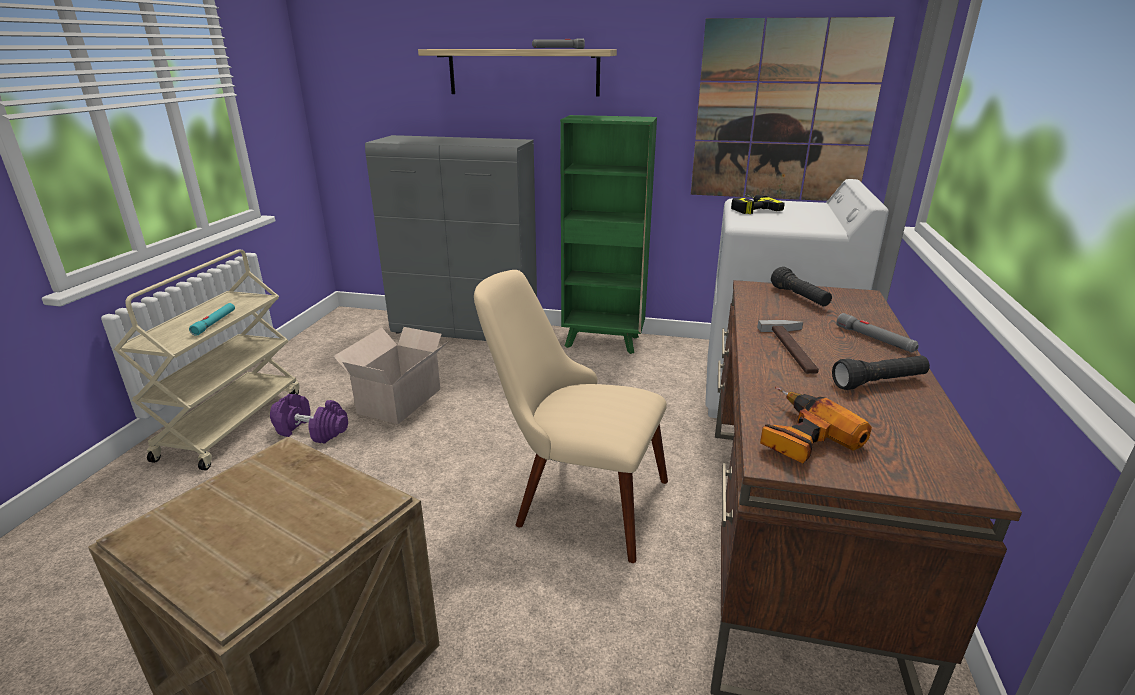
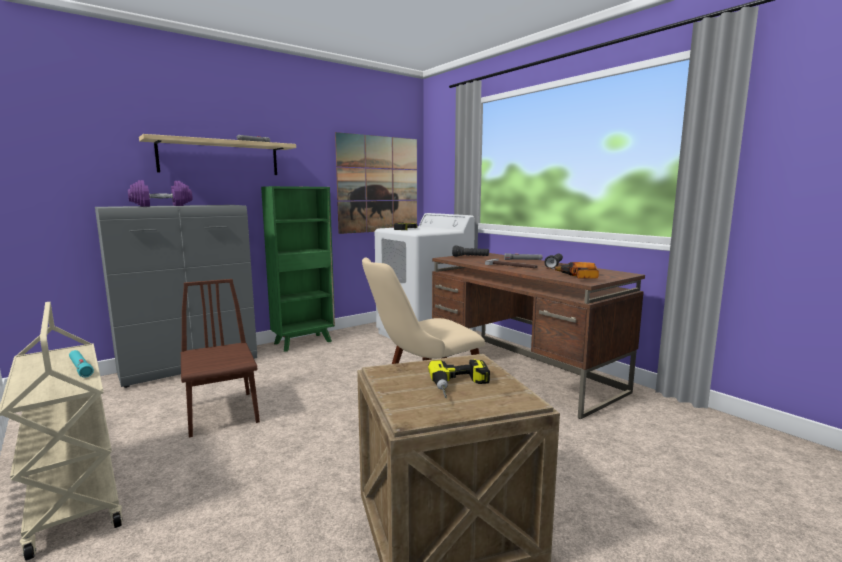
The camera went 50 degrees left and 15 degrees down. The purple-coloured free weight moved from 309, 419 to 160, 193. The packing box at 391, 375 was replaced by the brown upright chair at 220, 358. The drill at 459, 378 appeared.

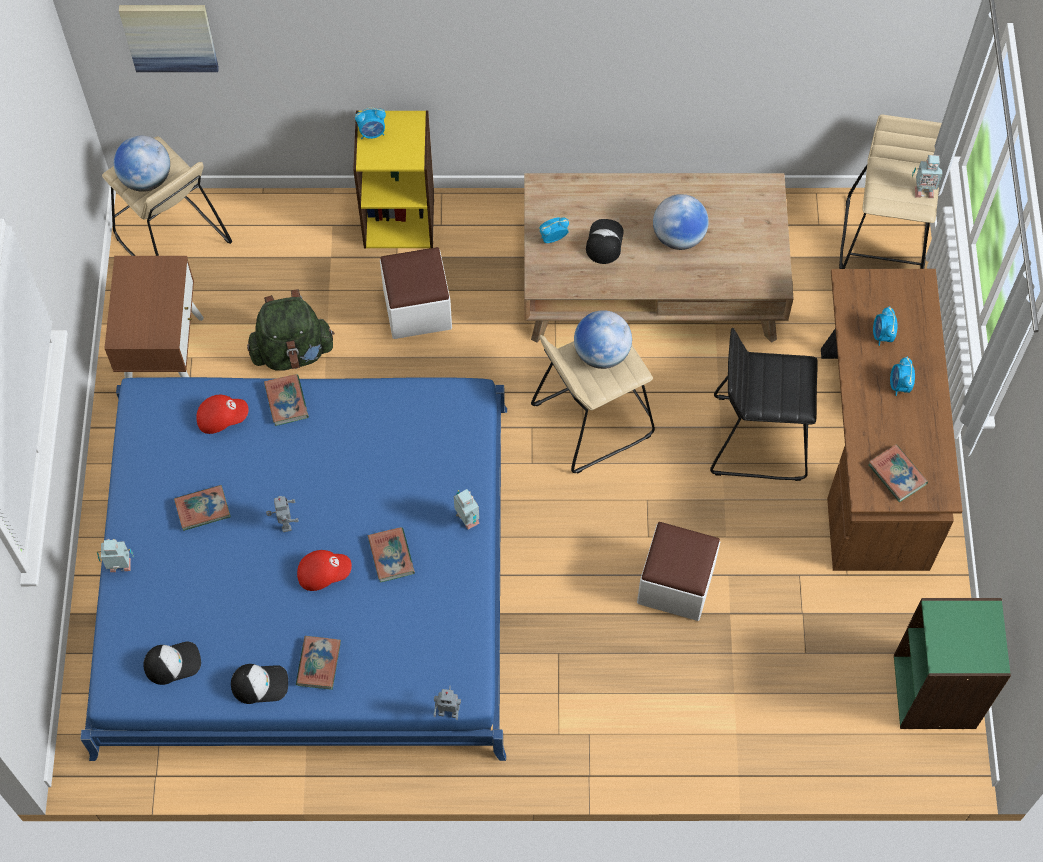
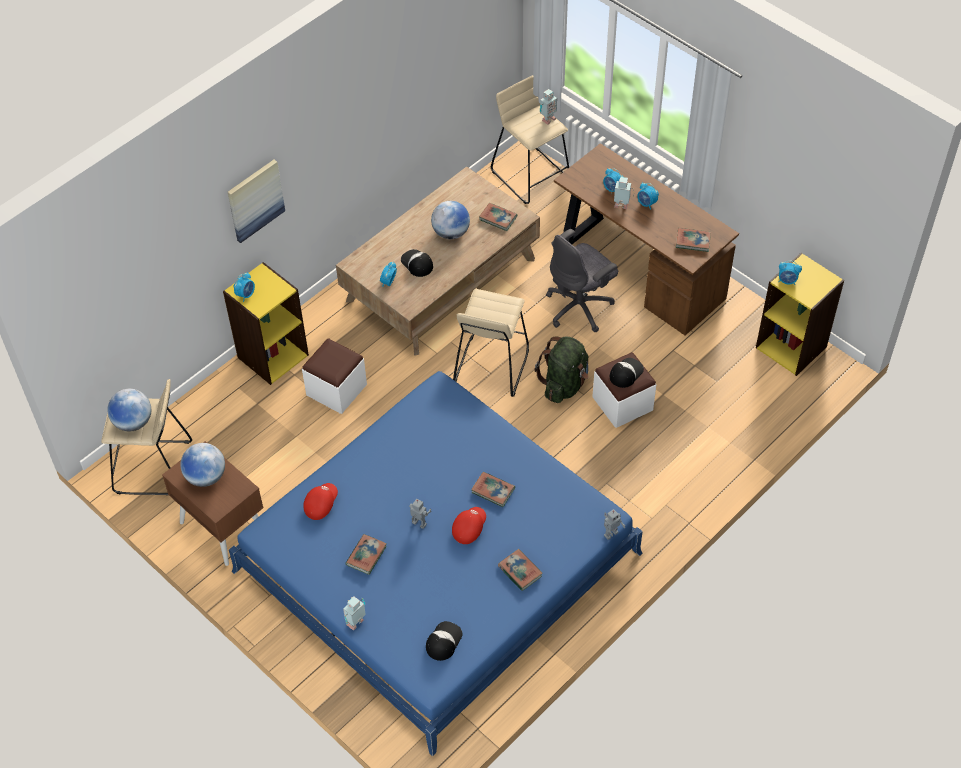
The camera went 45 degrees left and 10 degrees down. The wall art moved from 169, 38 to 256, 201. The cap moved from 259, 684 to 627, 373. The green-coloured knapsack moved from 291, 330 to 562, 369. The bound book moved from 286, 400 to 498, 217. The toy robot moved from 466, 509 to 622, 193. The world globe moved from 603, 339 to 202, 465. The blackish stool seat at 764, 404 was replaced by the greyish desk chair at 582, 280. The green-coloured bookcase at 952, 663 became the yellow-coloured bookcase at 800, 314. The alarm clock at 790, 273 appeared.

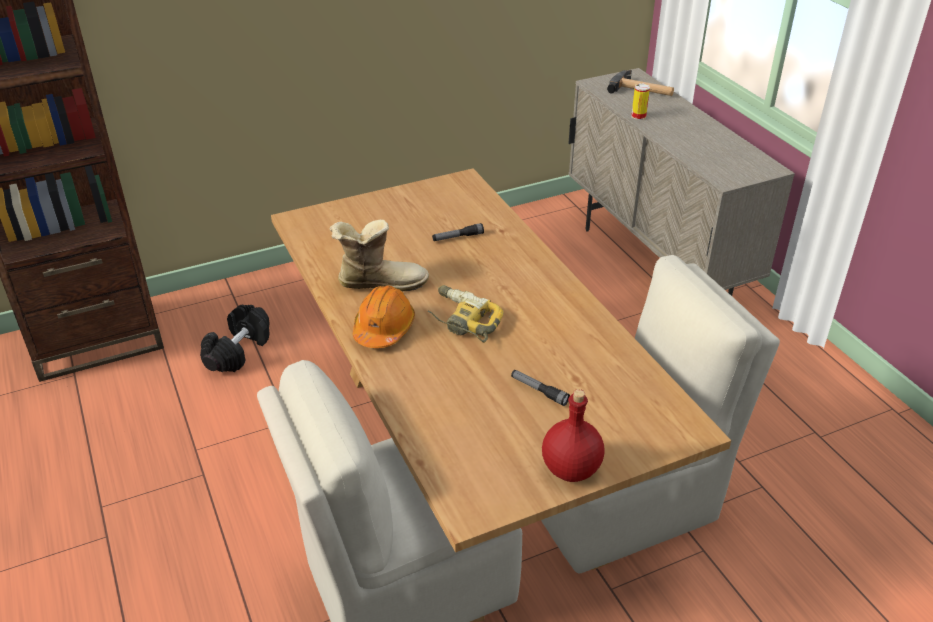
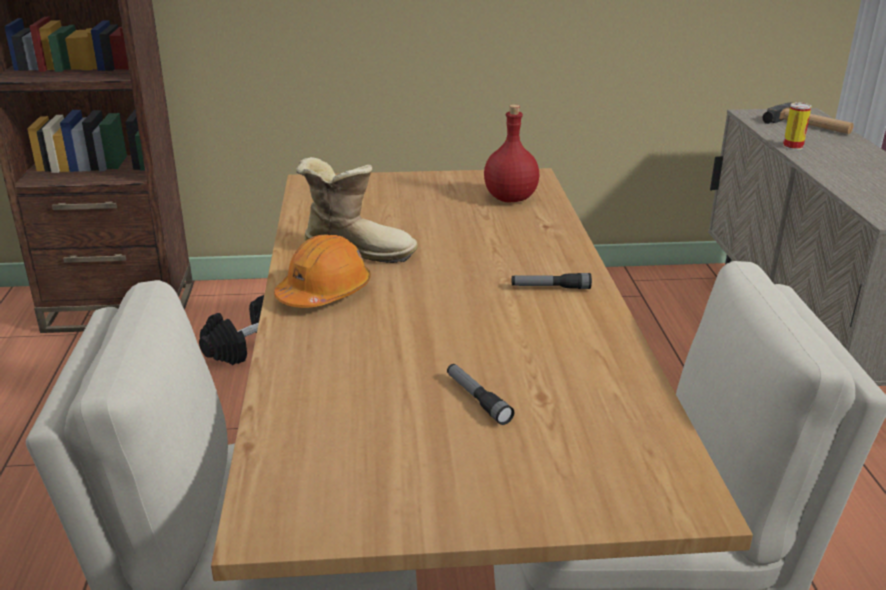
The camera went 20 degrees right and 10 degrees down. The drill at 466, 314 disappeared. The flashlight moved from 458, 232 to 552, 281. The red-coloured beverage bottle moved from 573, 435 to 511, 153.

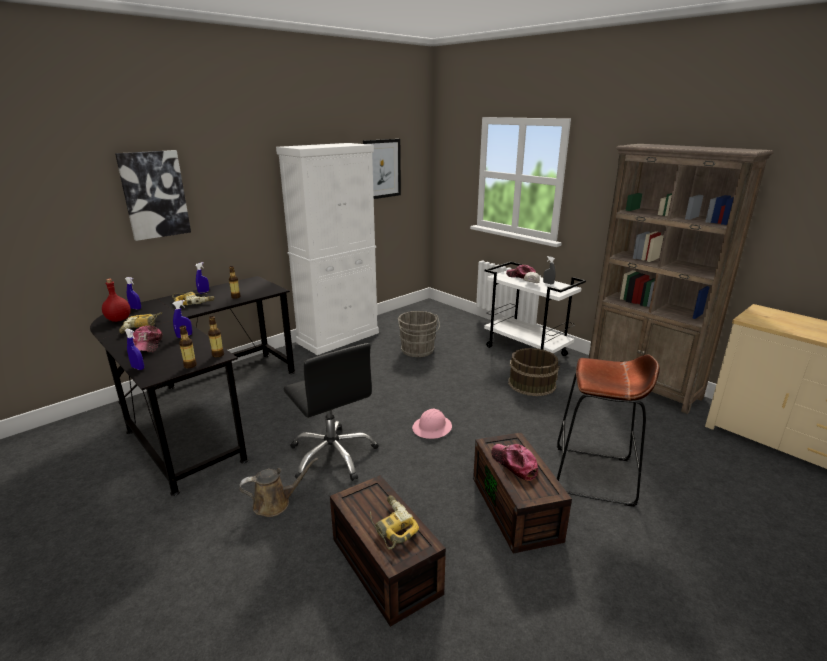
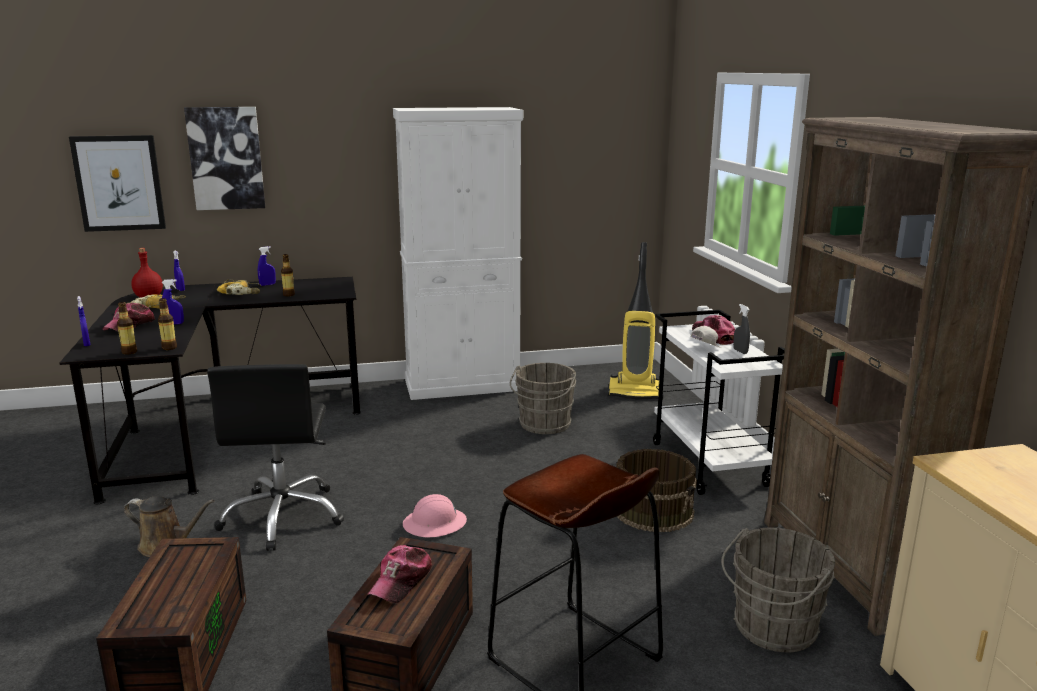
The camera went 30 degrees right and 5 degrees down. The wall art moved from 382, 169 to 117, 183. The drill at 394, 522 disappeared. The cap at 514, 462 turned 150 degrees counterclockwise. The hoover at 636, 321 appeared. The greyish bucket at 778, 590 appeared.

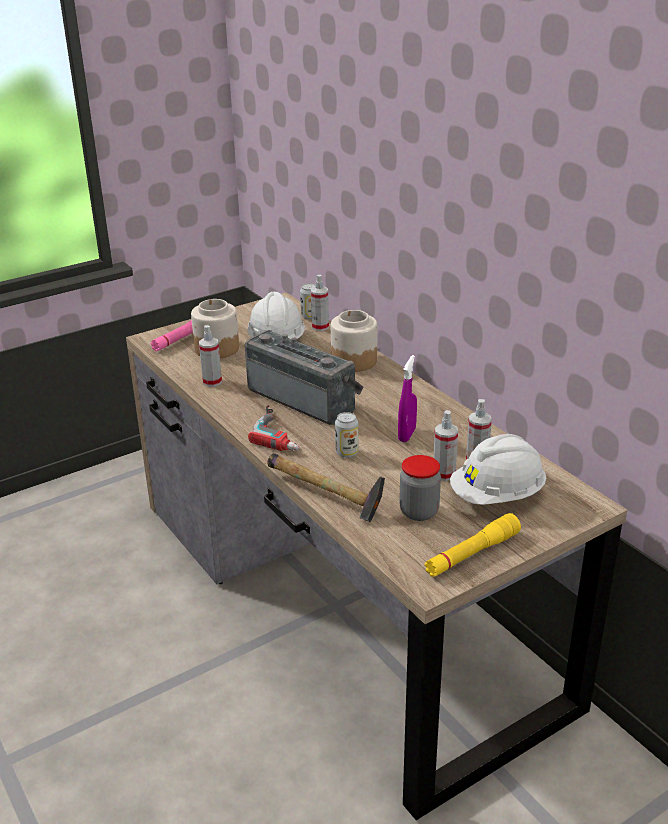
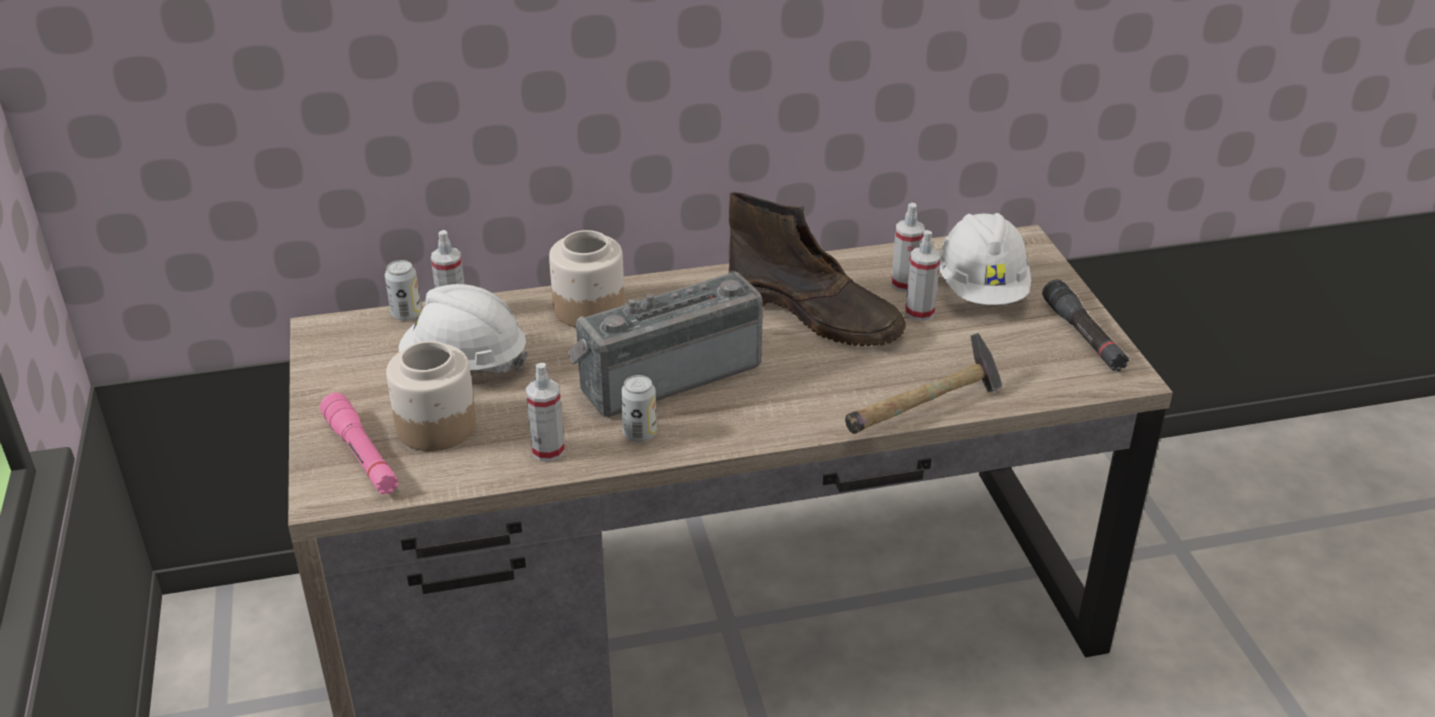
The camera went 70 degrees left and 5 degrees up. The drill at 274, 428 disappeared. The metal can moved from 346, 435 to 639, 408. The purple-coloured sprayer at 407, 398 was replaced by the brown tall boot at 817, 269. The jar at 420, 488 disappeared. The yellow-coloured flashlight at 472, 545 became the blackish flashlight at 1085, 325.

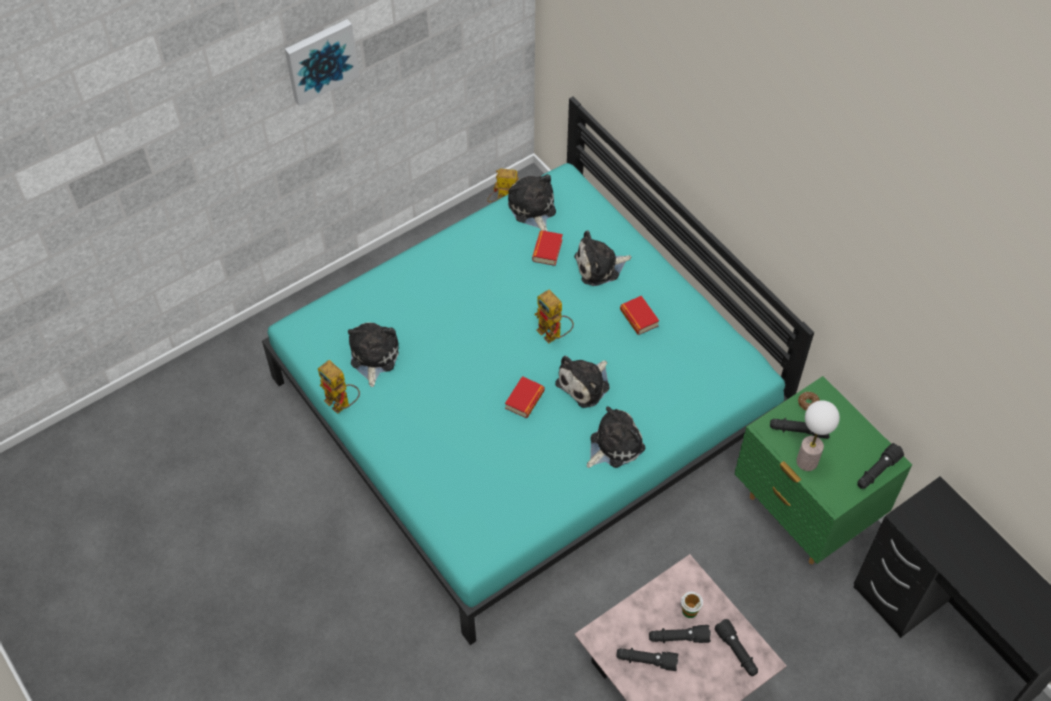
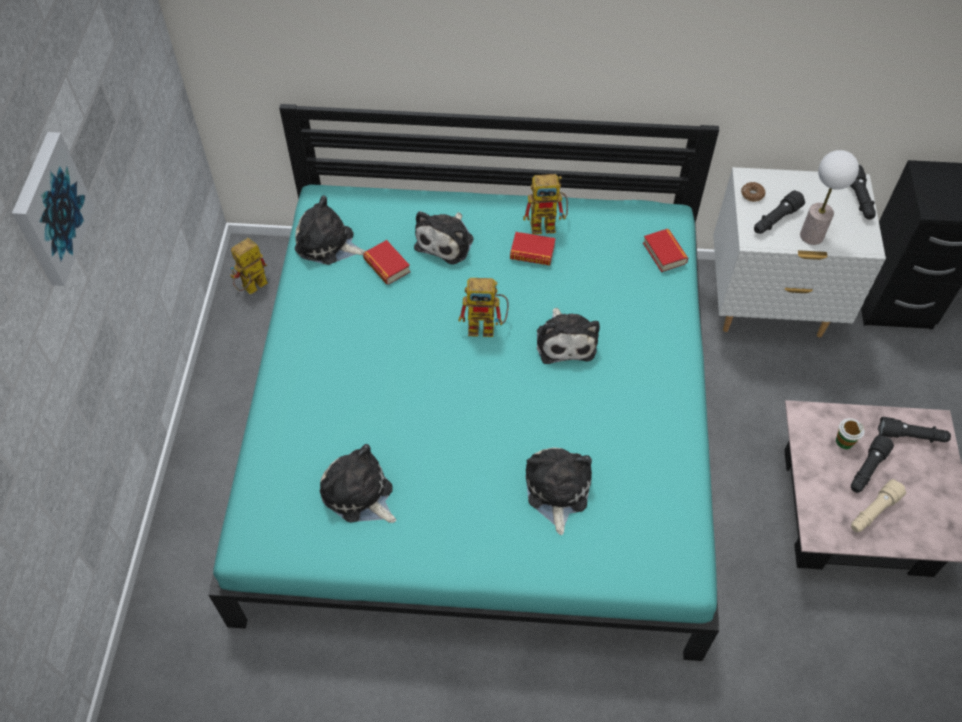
The camera went 50 degrees left and 0 degrees up. The toy robot moved from 339, 387 to 545, 204. The bound book moved from 525, 397 to 665, 250. The cuddly toy moved from 616, 437 to 559, 491. The blackish flashlight at 647, 659 became the beige flashlight at 878, 505. The green-coloured bedside table at 823, 470 became the white bedside table at 799, 252.

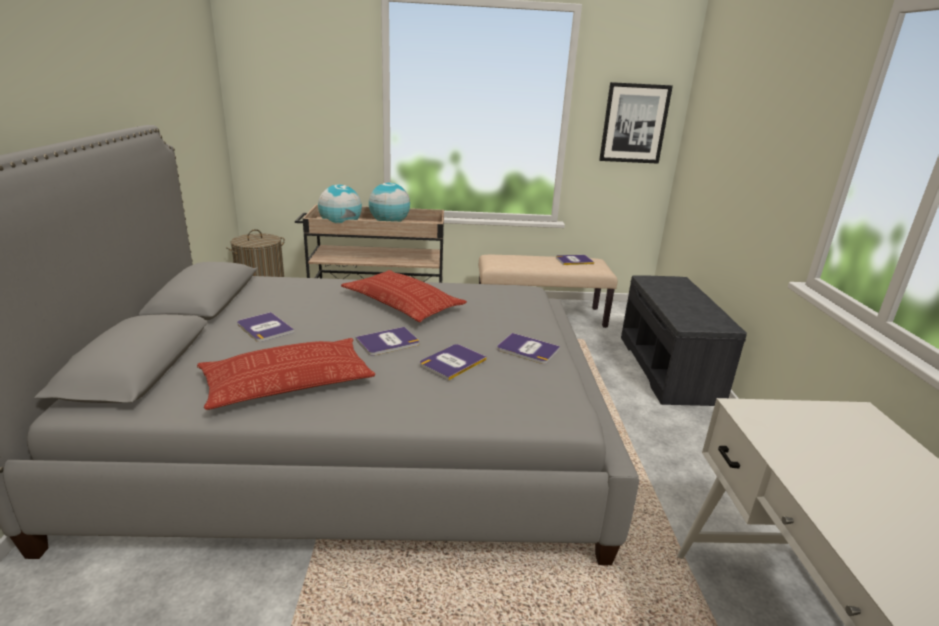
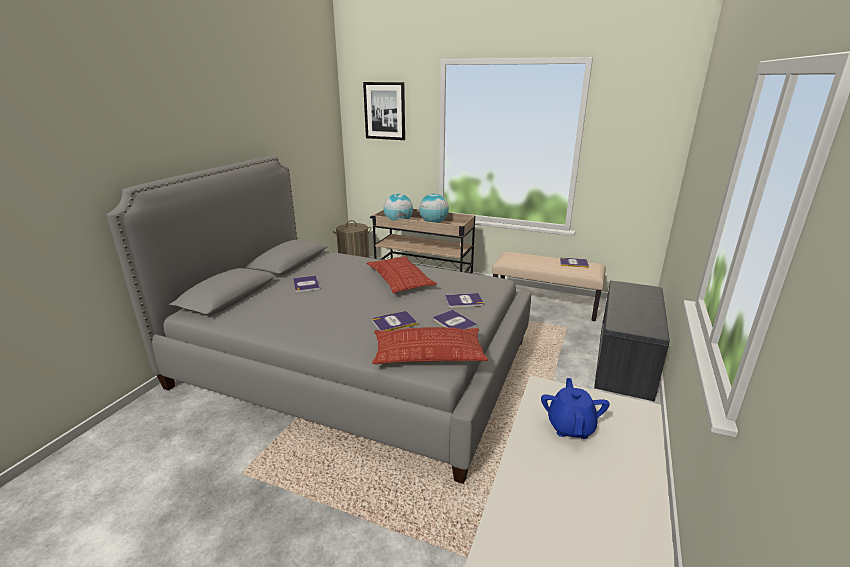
The camera went 25 degrees right and 0 degrees up. The pillow moved from 286, 374 to 430, 345. The bound book moved from 387, 341 to 464, 300. The wall art moved from 636, 123 to 384, 111. The blue-coloured teapot at 575, 408 appeared.

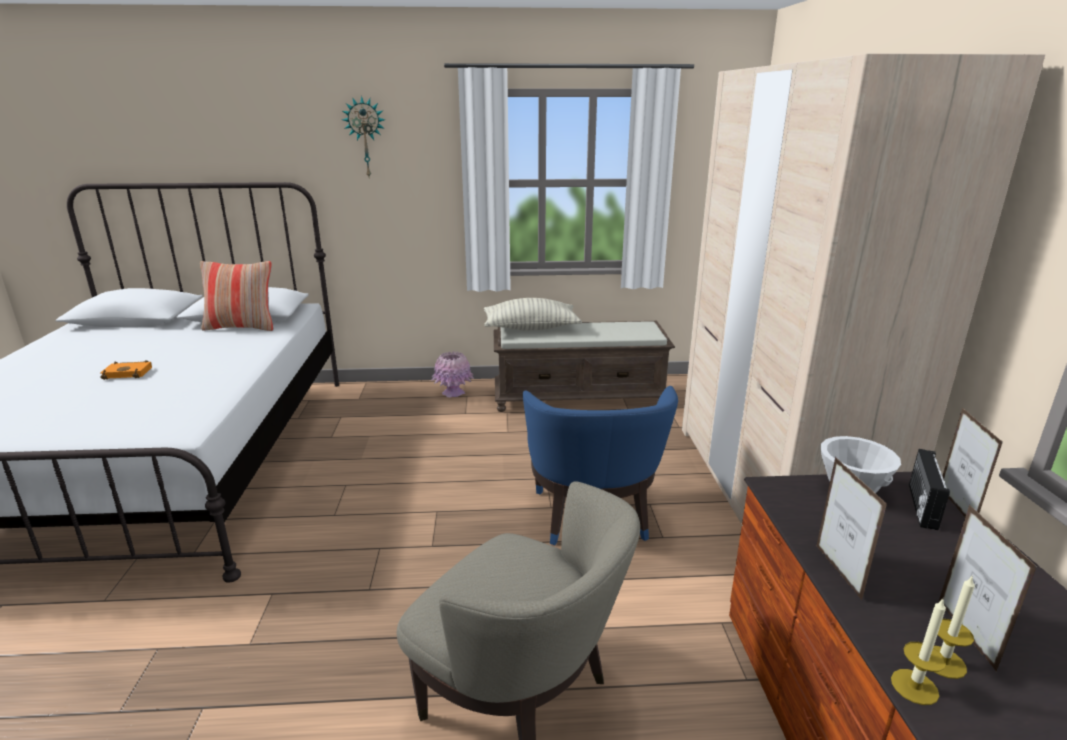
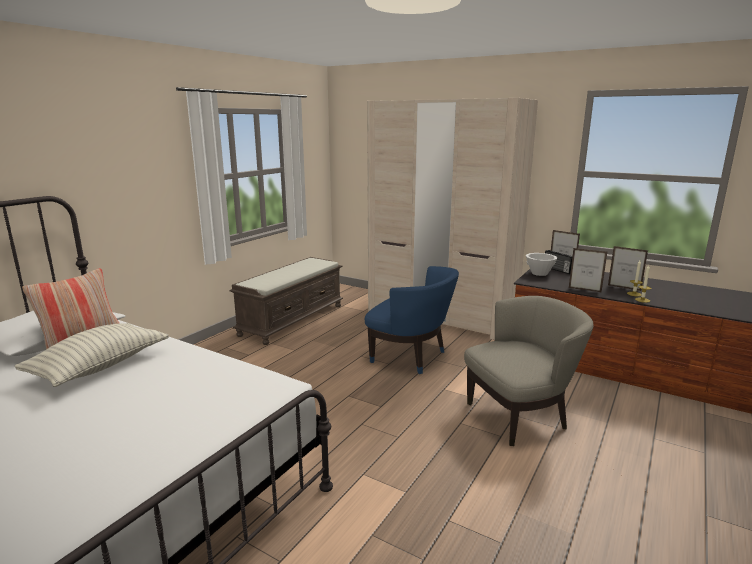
The camera went 55 degrees left and 5 degrees down. The orangey bound book at 126, 370 disappeared. The hanging clock at 363, 136 disappeared. The pink flower vase at 452, 374 disappeared. The pillow moved from 533, 314 to 92, 355.

